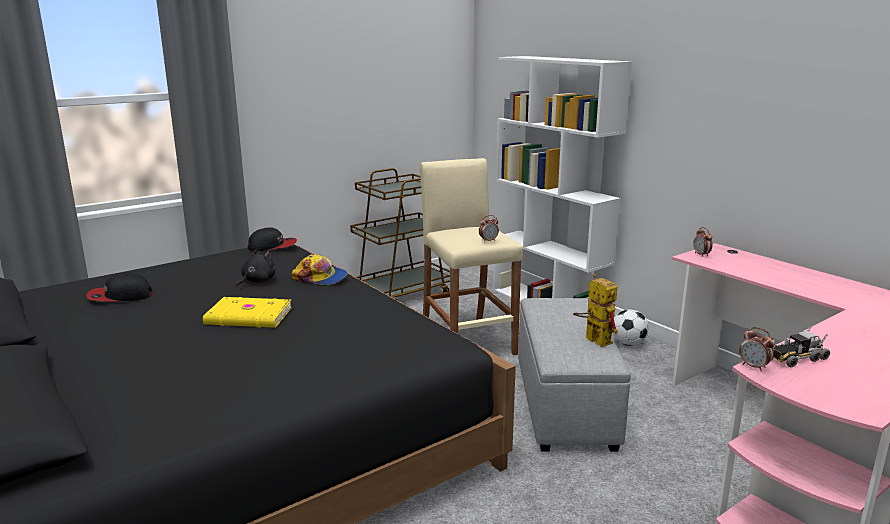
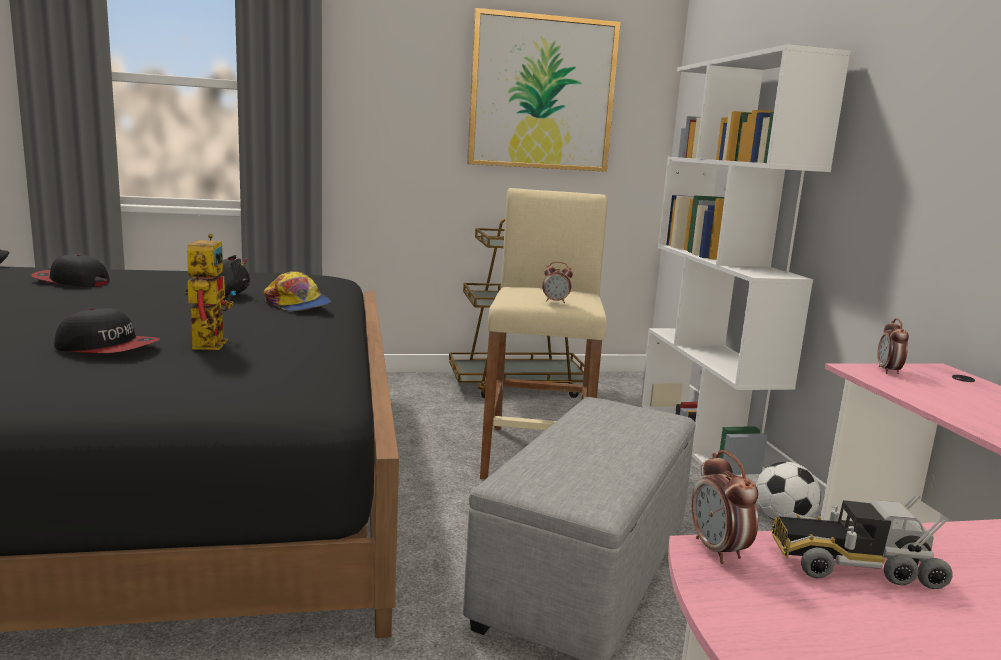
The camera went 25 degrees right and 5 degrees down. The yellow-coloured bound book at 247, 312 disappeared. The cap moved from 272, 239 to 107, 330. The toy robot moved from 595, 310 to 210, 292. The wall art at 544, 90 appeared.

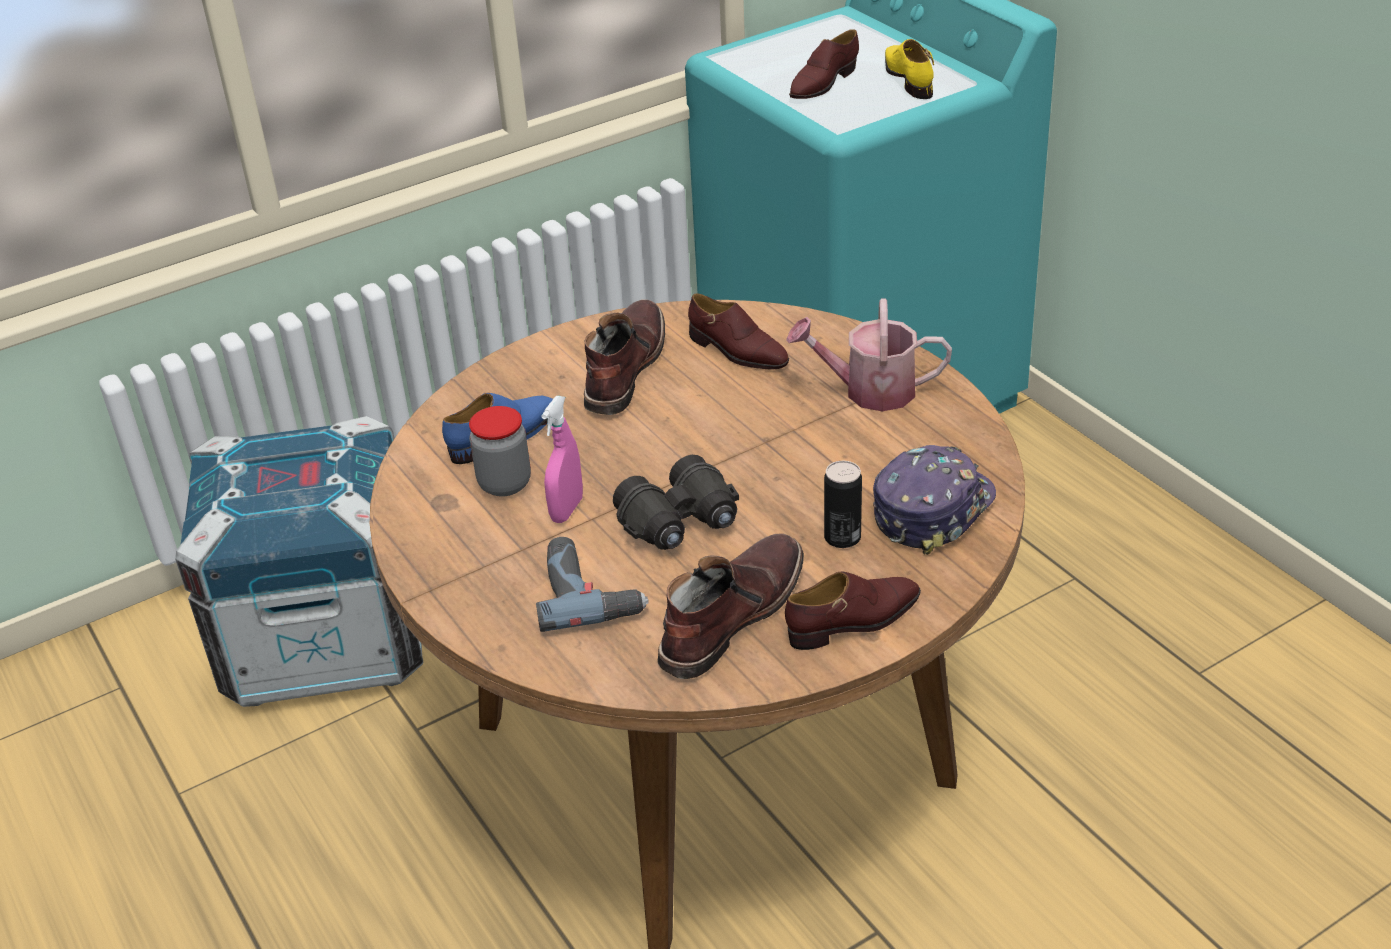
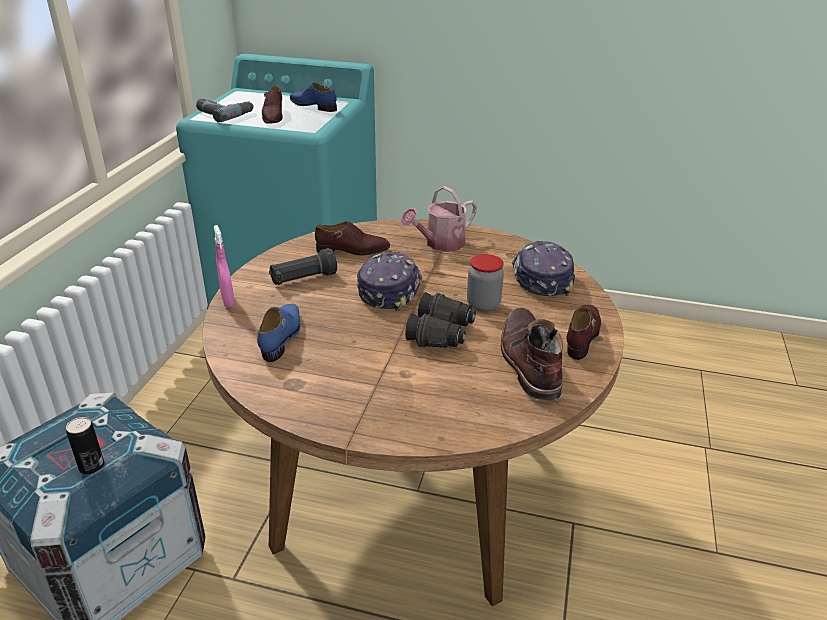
The camera went 45 degrees left and 5 degrees down. The jar moved from 500, 451 to 485, 282. The drill moved from 592, 584 to 225, 110. The pink sprayer moved from 562, 459 to 224, 266. The brown tall boot at 624, 357 was replaced by the blackish flashlight at 303, 266. The metal can moved from 843, 504 to 85, 445. The yellow-coloured shoe at 909, 69 became the blue-coloured shoe at 313, 97. The cap at 389, 281 appeared.

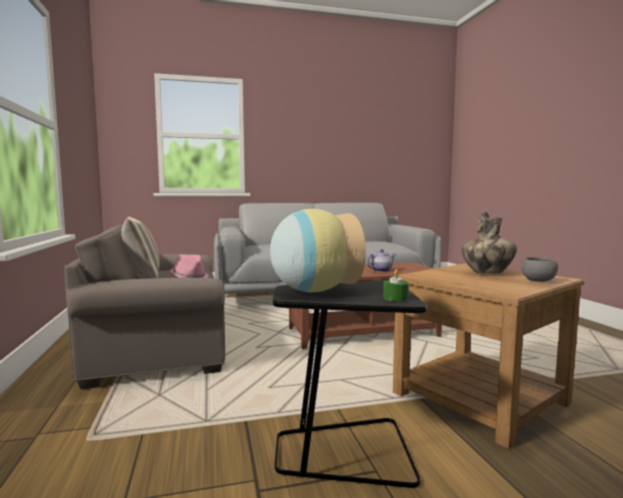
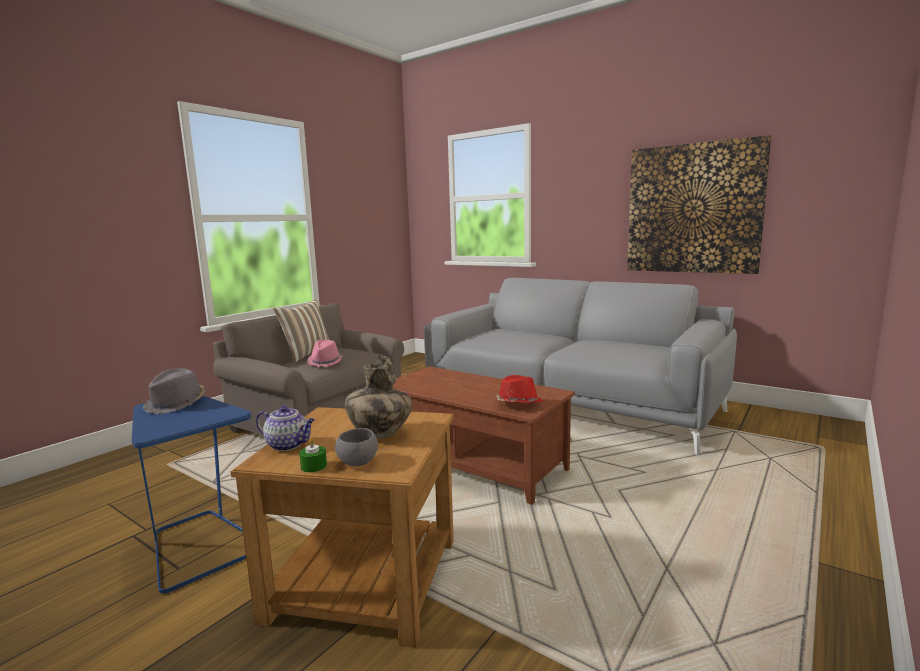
The camera went 50 degrees right and 5 degrees up. The flower vase at 318, 250 was replaced by the greyish clothing hat at 174, 391. The blackish accent table at 350, 384 became the blue-coloured accent table at 191, 494. The teapot moved from 380, 260 to 285, 428. The green-coloured candle moved from 396, 285 to 313, 455. The red-coloured clothing hat at 519, 389 appeared. The wall art at 699, 204 appeared.

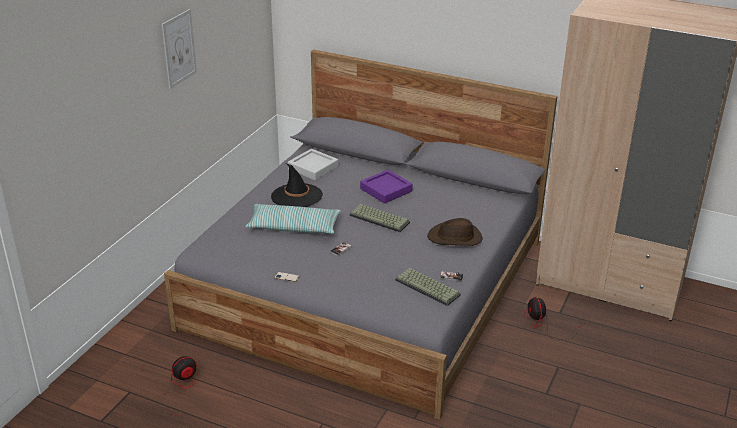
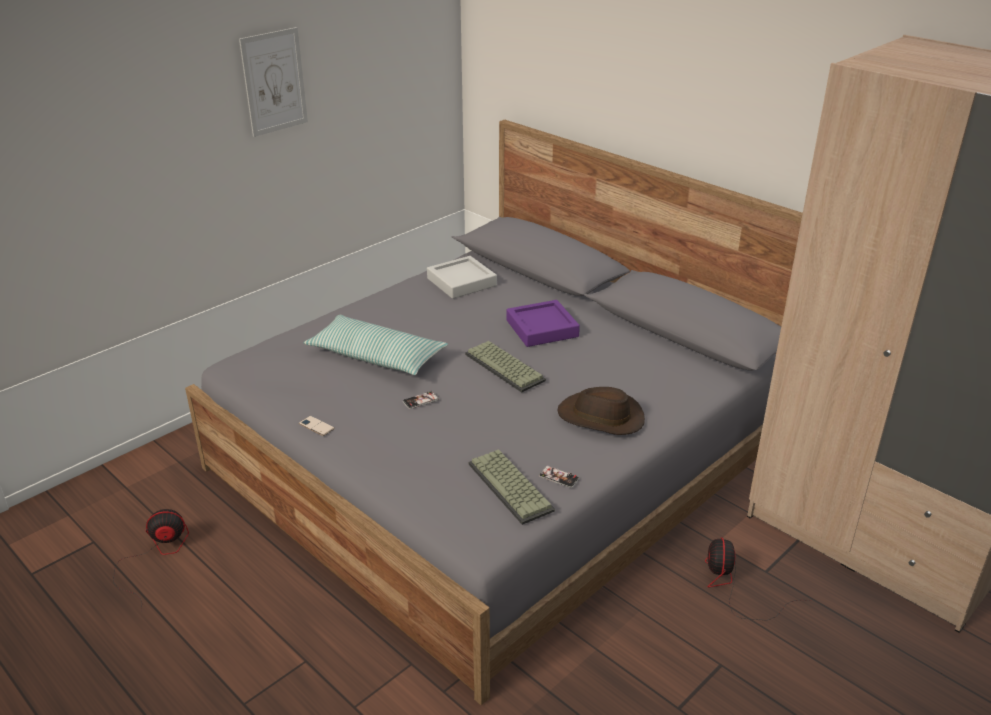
The camera went 20 degrees right and 0 degrees up. The blackish clothing hat at 297, 185 disappeared.

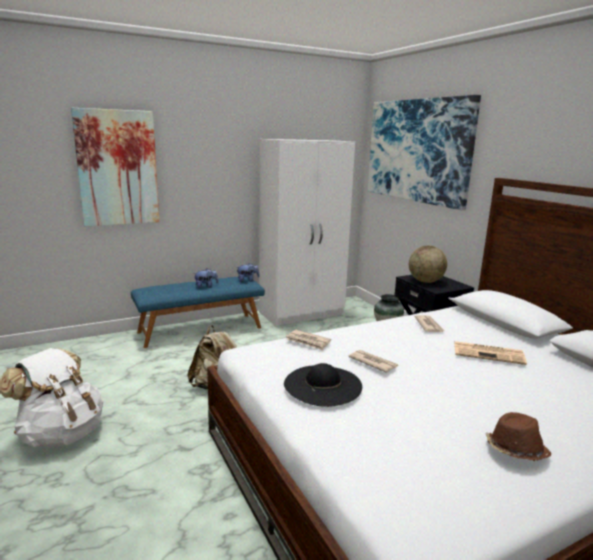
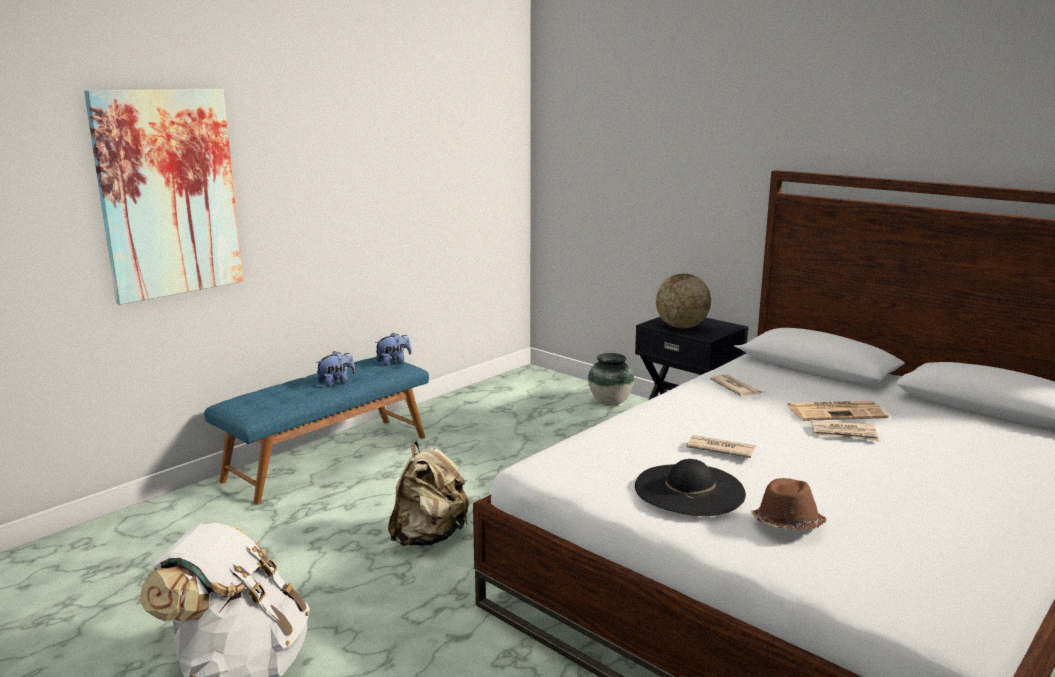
The camera went 20 degrees left and 0 degrees up. The white wardrobe at 307, 232 disappeared. The daily paper moved from 308, 340 to 845, 431. The wall art at 424, 152 disappeared. The brown clothing hat moved from 518, 436 to 789, 504.

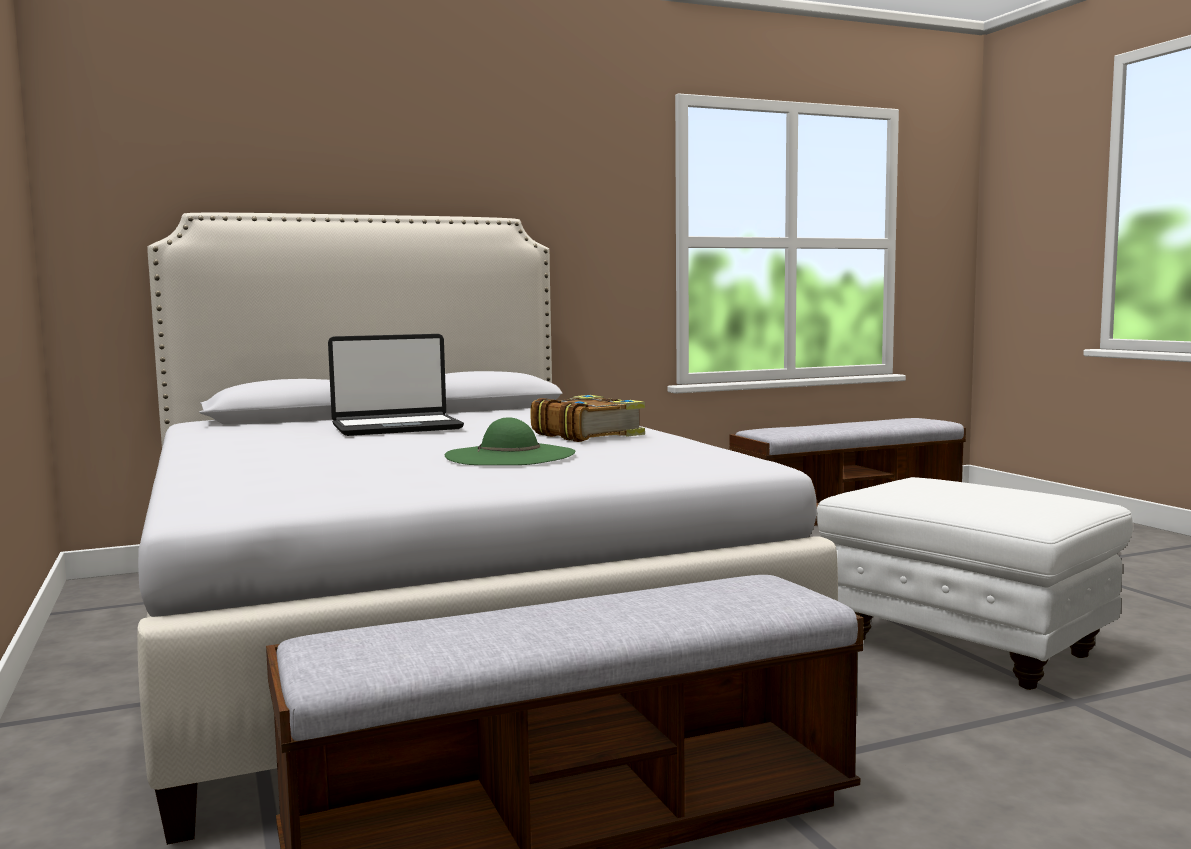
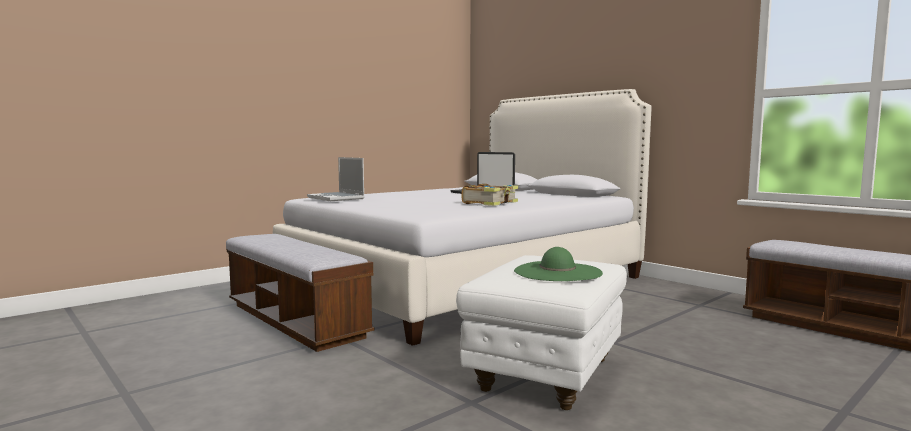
The camera went 70 degrees right and 0 degrees up. The green-coloured clothing hat moved from 510, 441 to 558, 264. The notebook computer at 336, 179 appeared.

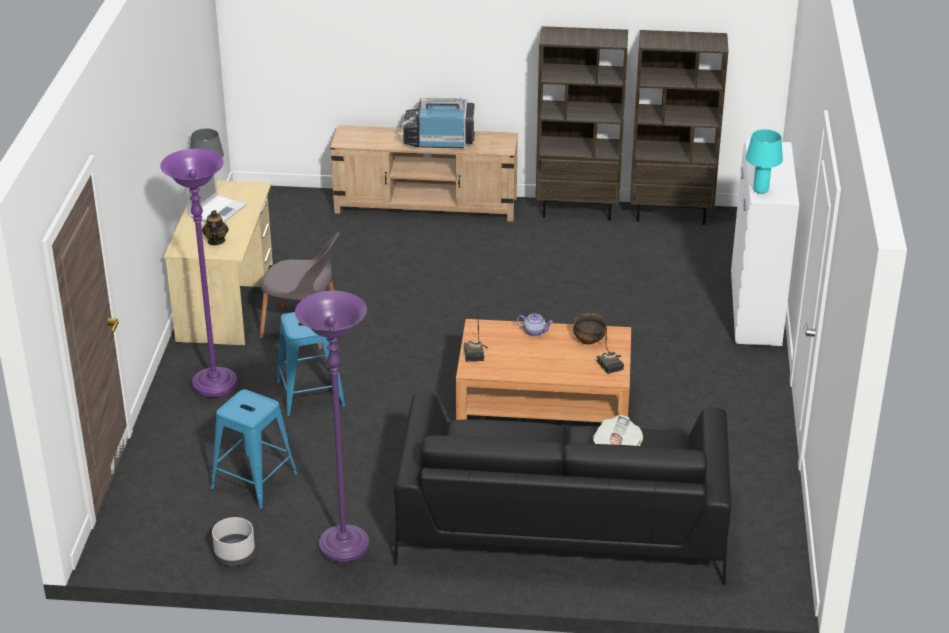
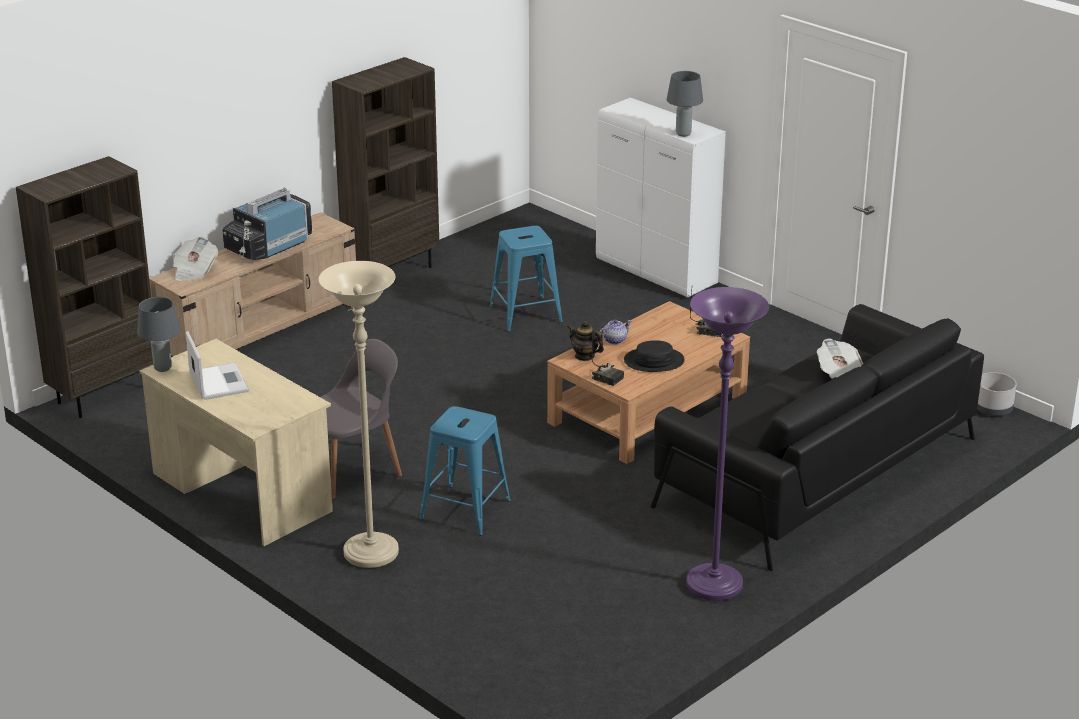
The camera went 50 degrees left and 5 degrees down. The purple-coloured standard lamp at 198, 273 became the beige standard lamp at 359, 414. The teapot moved from 215, 227 to 586, 341. The blue-coloured stool seat moved from 254, 449 to 526, 279. The greyish planter moved from 233, 541 to 997, 394. The bowl at 590, 329 disappeared. The brown bookcase moved from 679, 127 to 84, 287. The turquoise table lamp at 764, 161 became the greyish table lamp at 685, 104. The daily paper at 195, 259 appeared. The blackish clothing hat at 654, 356 appeared.

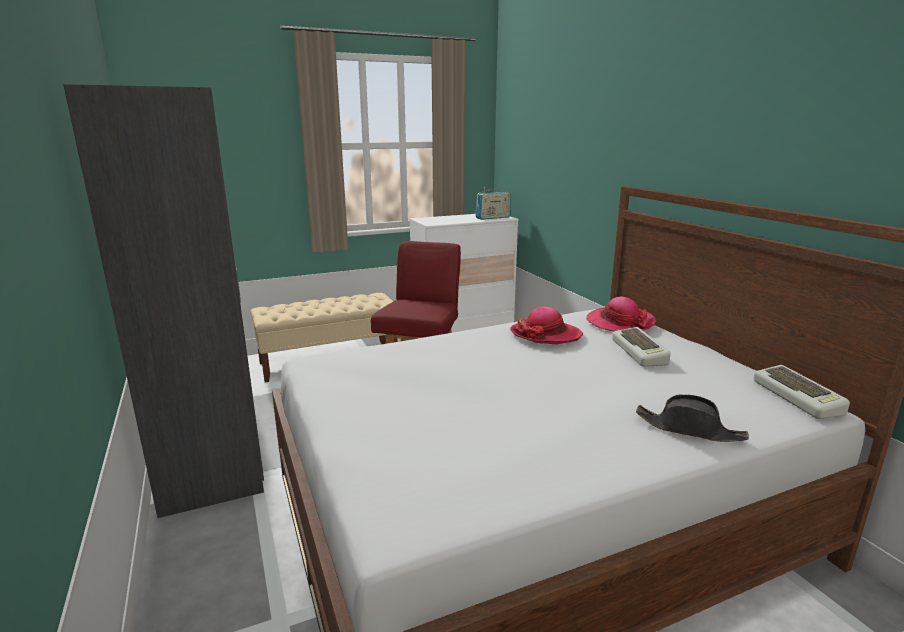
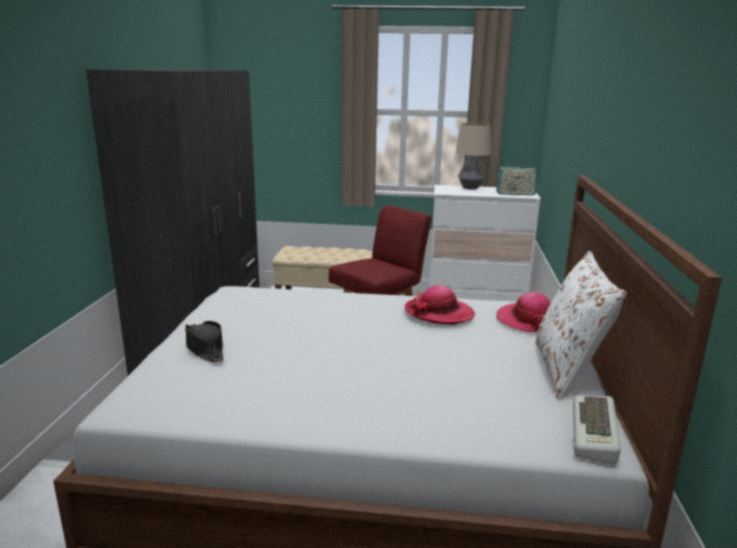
The camera went 30 degrees right and 0 degrees up. The PC keyboard at 641, 347 disappeared. The blackish clothing hat moved from 692, 418 to 204, 341. The table lamp at 473, 156 appeared. The white pillow at 581, 325 appeared.

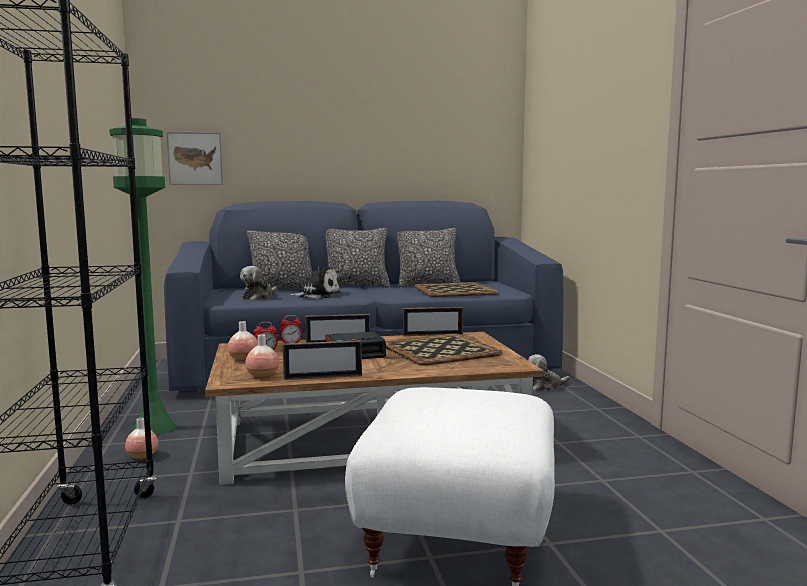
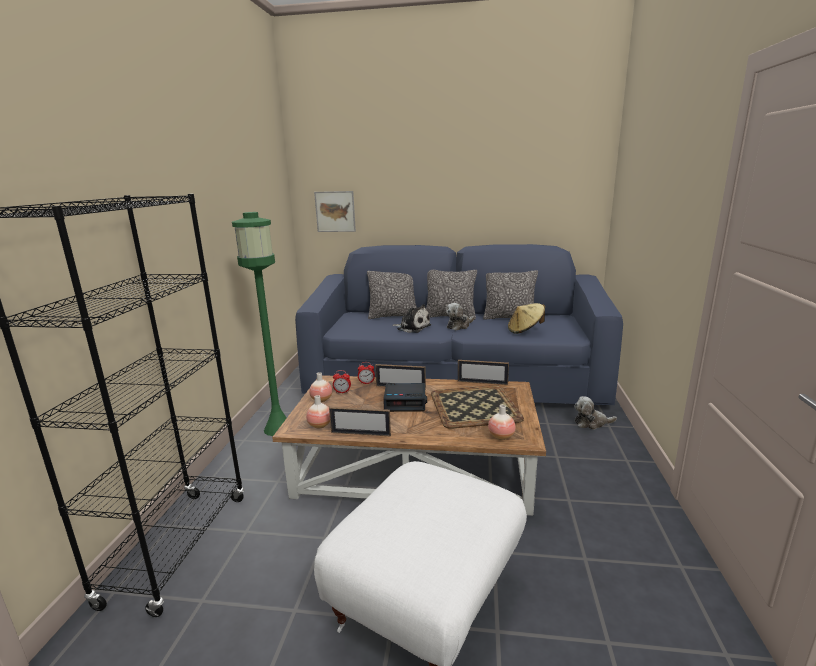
The camera went 20 degrees right and 10 degrees up. The flower vase moved from 141, 438 to 502, 422. The cuddly toy moved from 258, 283 to 460, 316. The serving tray at 456, 289 was replaced by the beige clothing hat at 526, 318.

